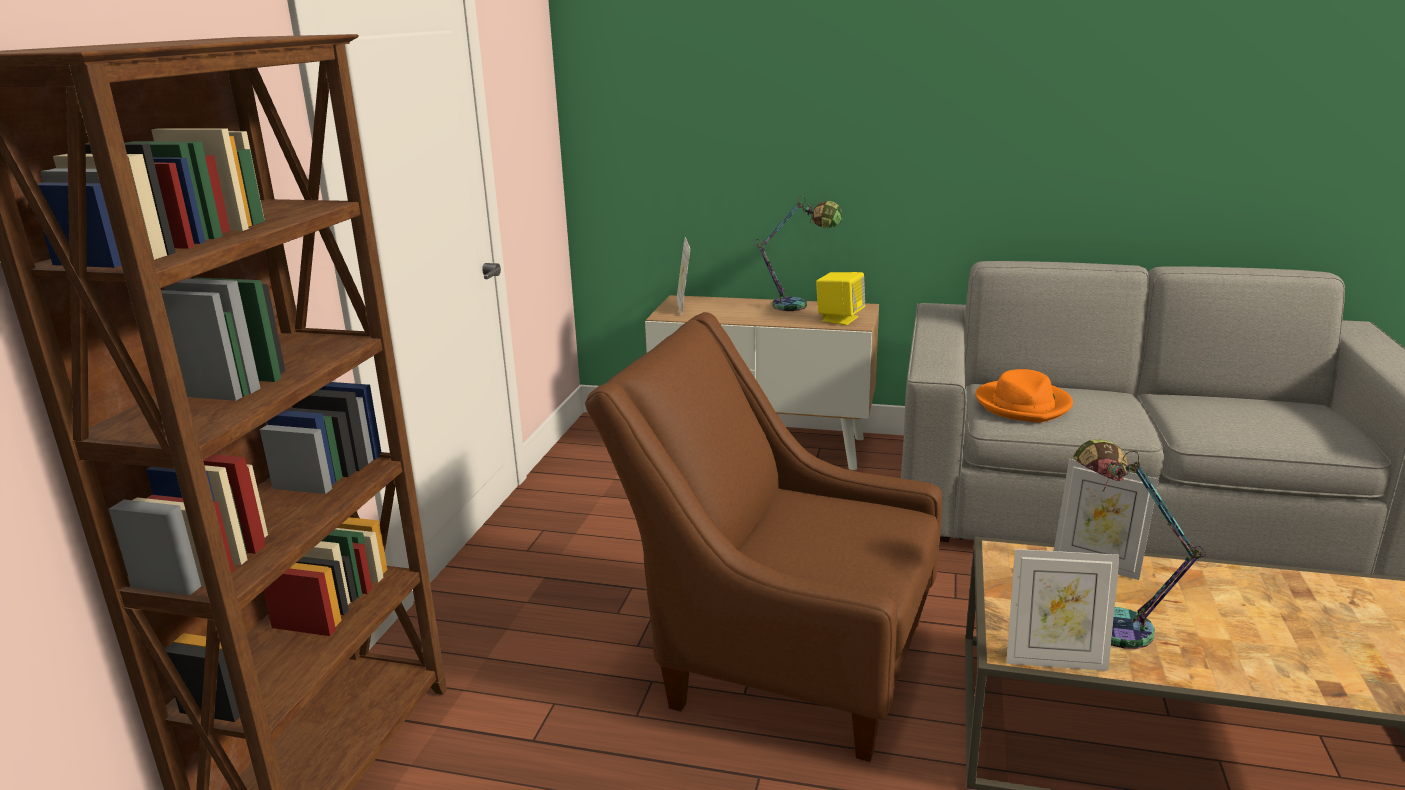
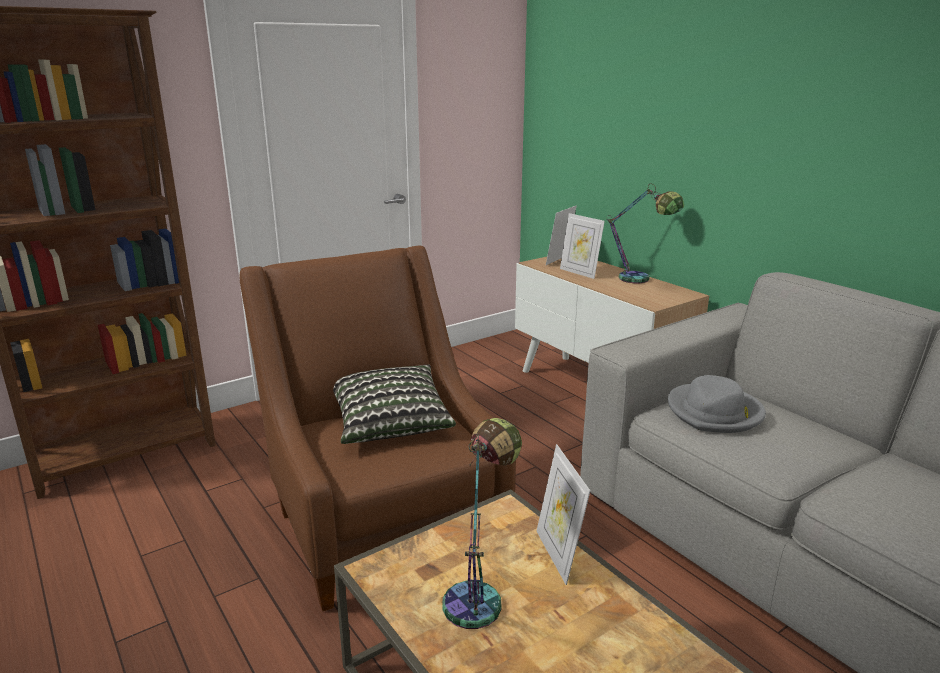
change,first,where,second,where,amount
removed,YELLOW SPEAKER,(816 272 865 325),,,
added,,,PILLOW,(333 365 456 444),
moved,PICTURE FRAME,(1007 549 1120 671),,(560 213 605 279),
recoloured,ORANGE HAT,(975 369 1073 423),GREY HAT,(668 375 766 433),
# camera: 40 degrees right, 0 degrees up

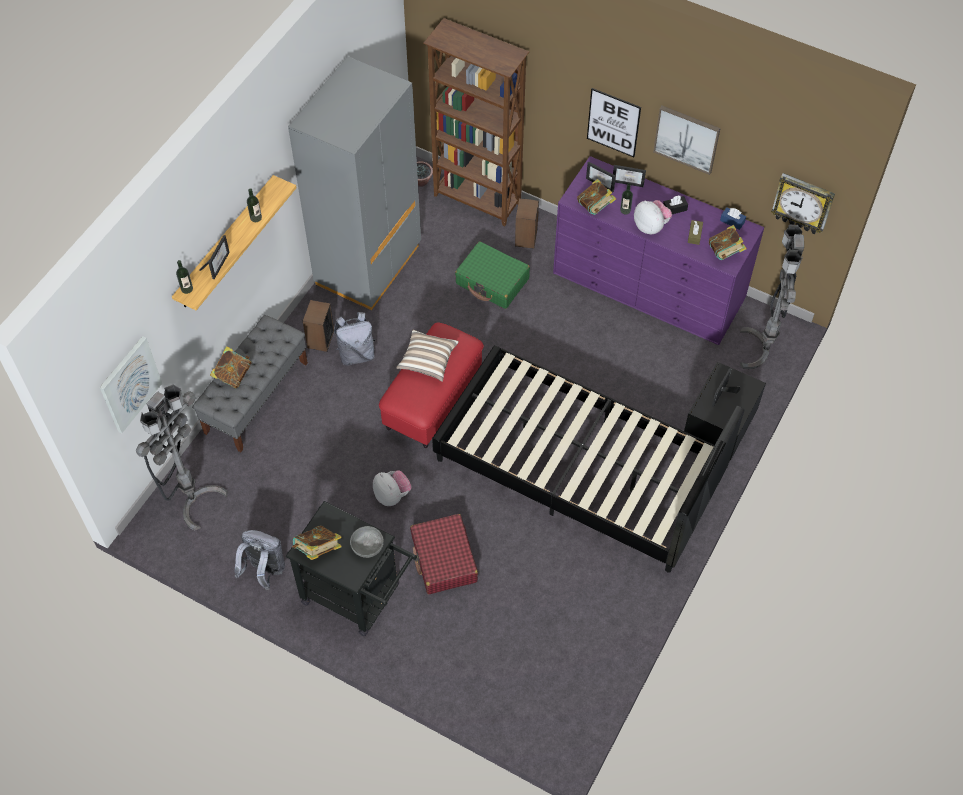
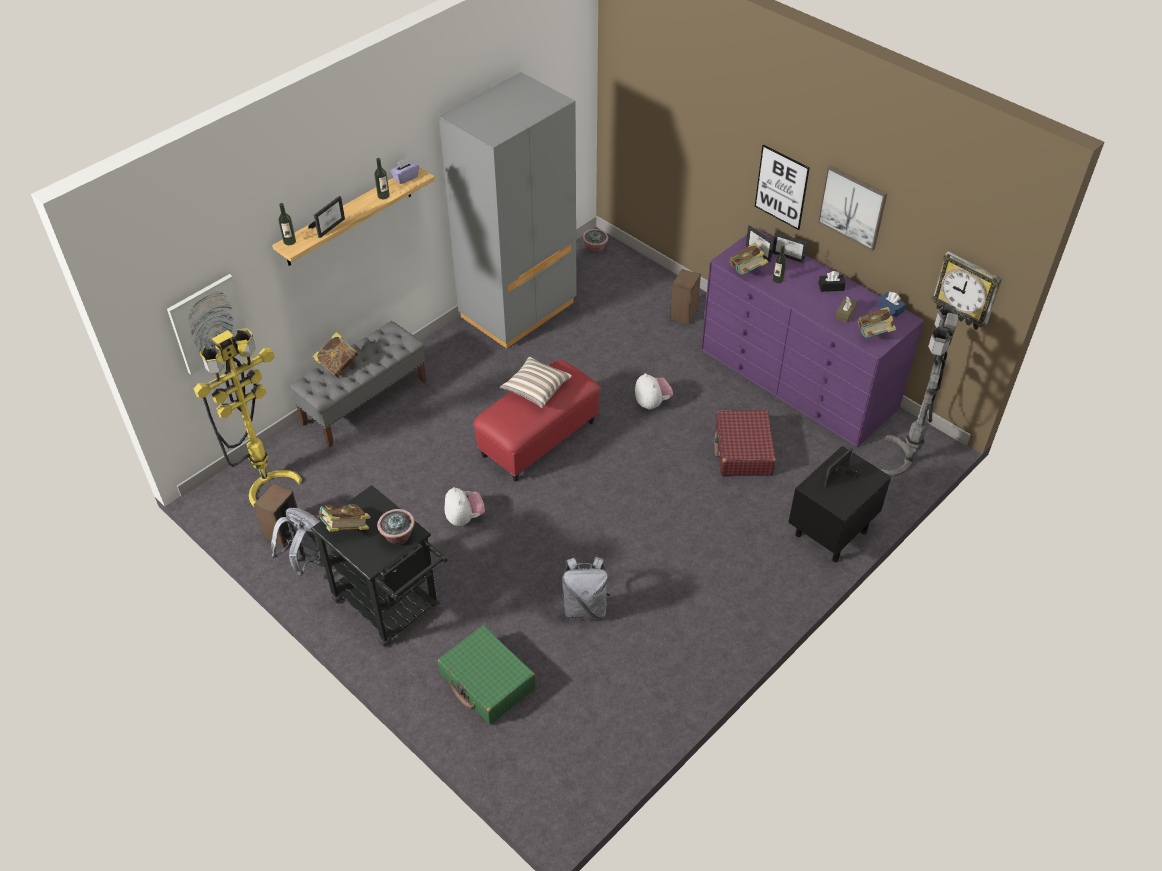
change,first,where,second,where,amount
removed,BROWN BOOKCASE,(423 18 529 226),,,
removed,BLACK BED,(432 345 744 573),,,
added,,,PURPLE TISSUE BOX,(390 158 419 184),
moved,SPEAKER,(303 300 334 352),,(254 483 297 547),
moved,GREY BACKPACK,(334 312 375 366),,(560 557 611 619),
moved,RED SUITCASE,(410 514 478 594),,(714 410 776 476),
moved,GREEN SUITCASE,(455 241 530 309),,(438 625 536 724),
moved,PLUSH TOY,(634 200 672 234),,(635 373 673 410),
replaced,GREY BOWL,(350 526 384 558),POTTED PLANT,(377 509 415 545),
recoloured,GREY FLOOR LAMP,(136 384 228 530),YELLOW FLOOR LAMP,(194 328 302 507),
# camera: 15 degrees right, 10 degrees down

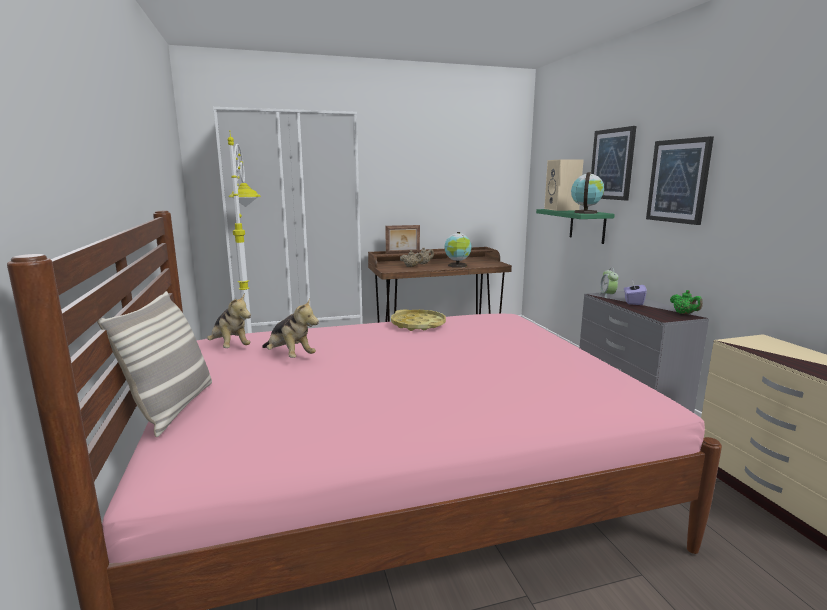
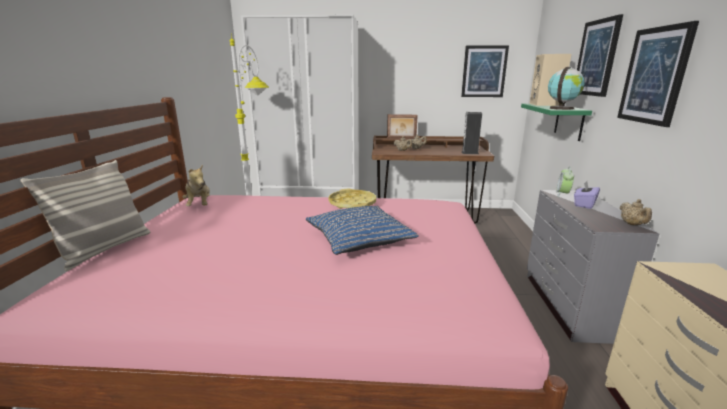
change,first,where,second,where,amount
removed,PLUSH TOY,(262 298 319 358),,,
removed,GLOBE,(444 232 472 268),,,
added,,,BLUE PILLOW,(306 206 419 255),
added,,,PICTURE,(461 45 509 97),
added,,,SPEAKER,(461 112 482 154),
recoloured,GREEN TEAPOT,(670 290 703 314),BEIGE TEAPOT,(620 199 652 226),
# camera: 20 degrees right, 5 degrees up

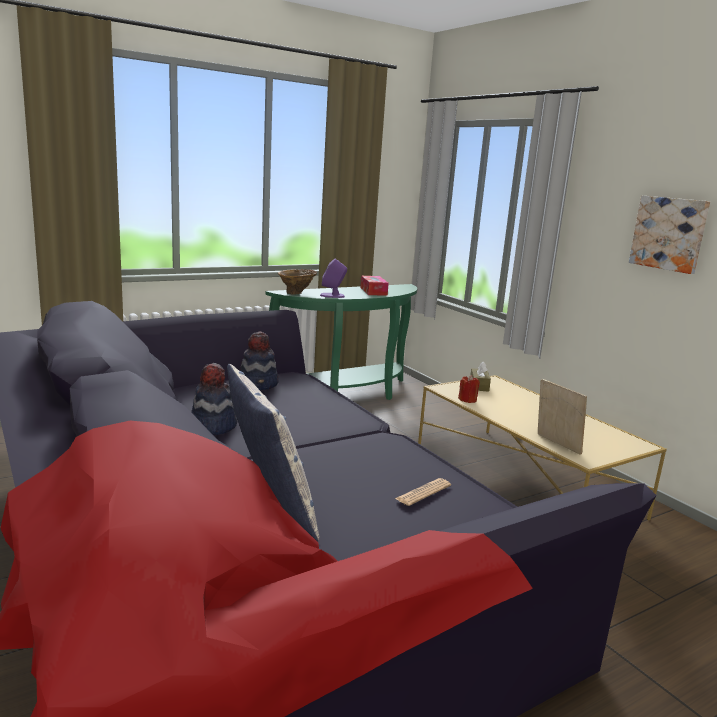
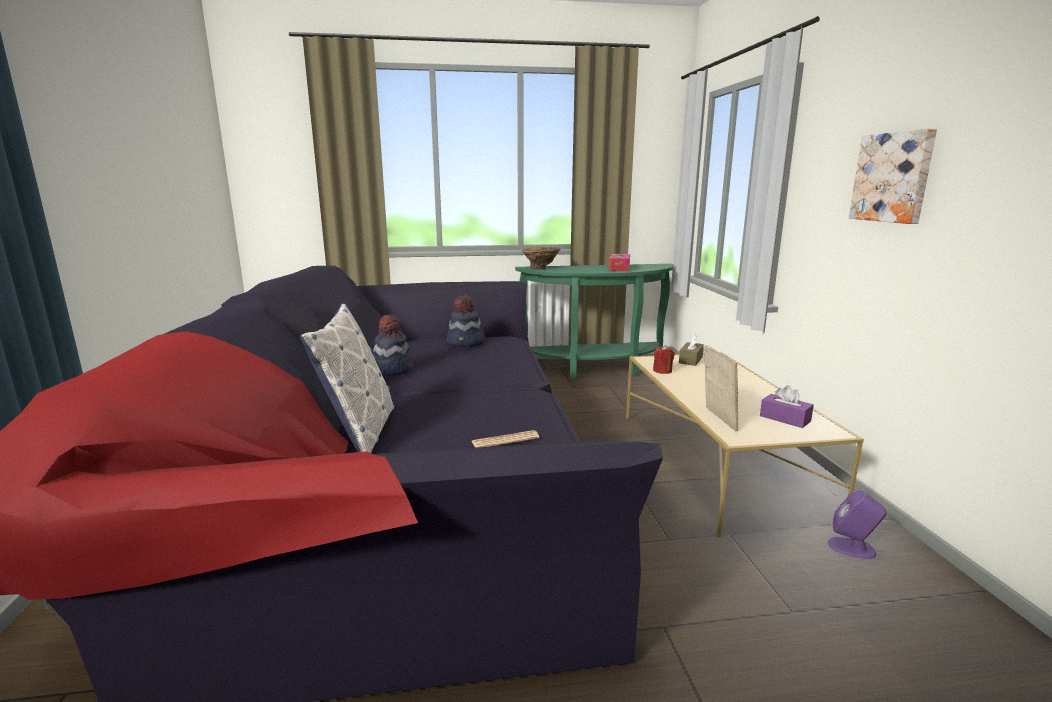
change,first,where,second,where,amount
added,,,PURPLE TISSUE BOX,(760 385 814 428),
moved,PURPLE SPEAKER,(320 259 347 298),,(828 490 887 559),
# camera: 25 degrees right, 0 degrees up

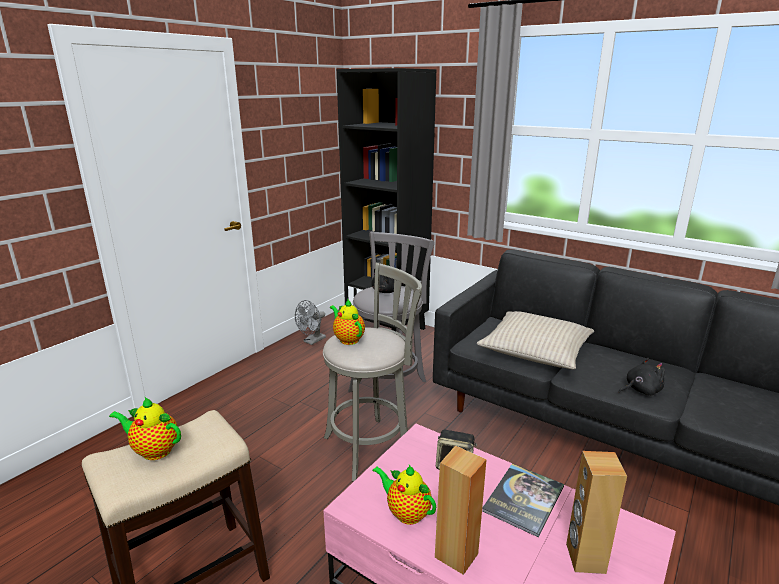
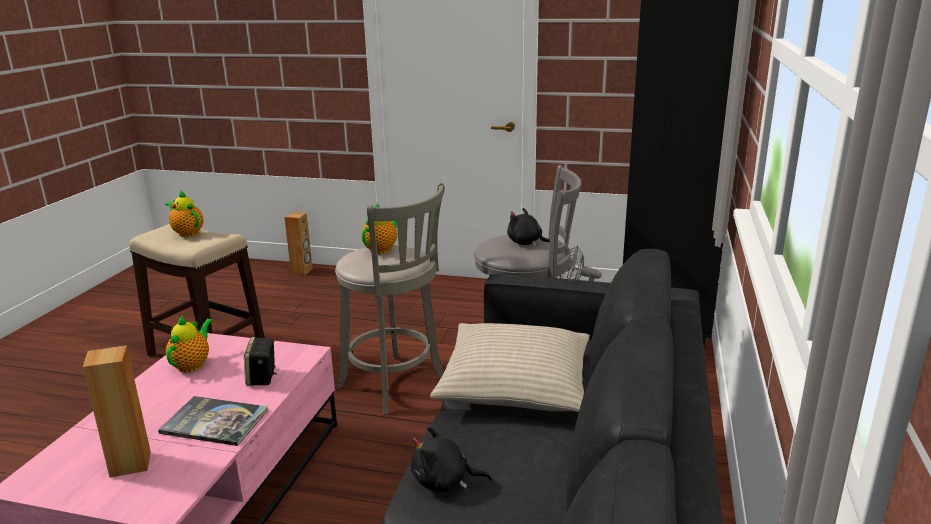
change,first,where,second,where,amount
moved,BROWN SPEAKER,(435 445 487 575),,(284 212 313 275),
turned,TEAPOT,(109 397 181 460),,(165 191 204 237),45 degrees counterclockwise
turned,BLACK PLUSH TOY,(618 358 665 396),,(411 426 492 492),135 degrees clockwise
# camera: 70 degrees right, 0 degrees up

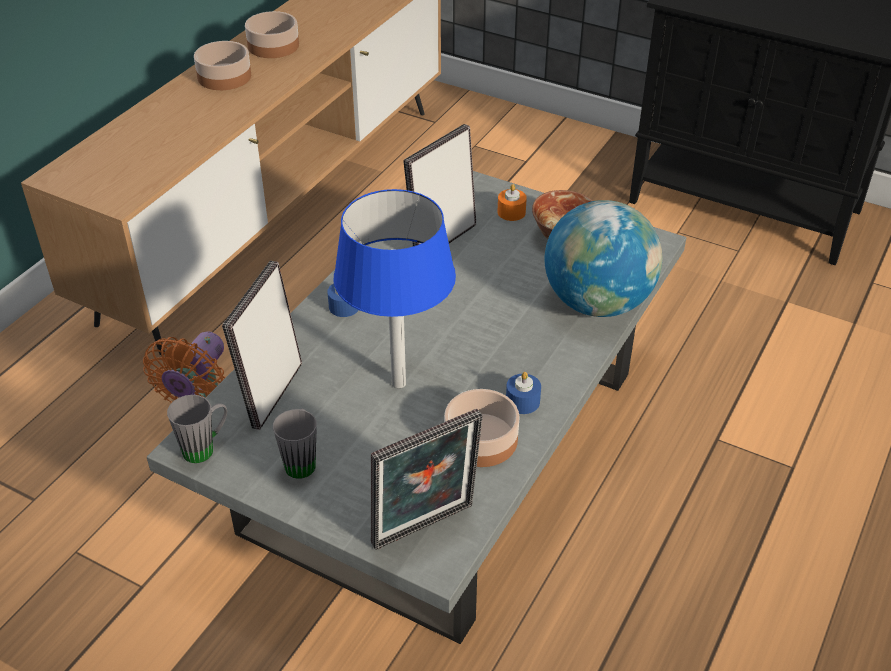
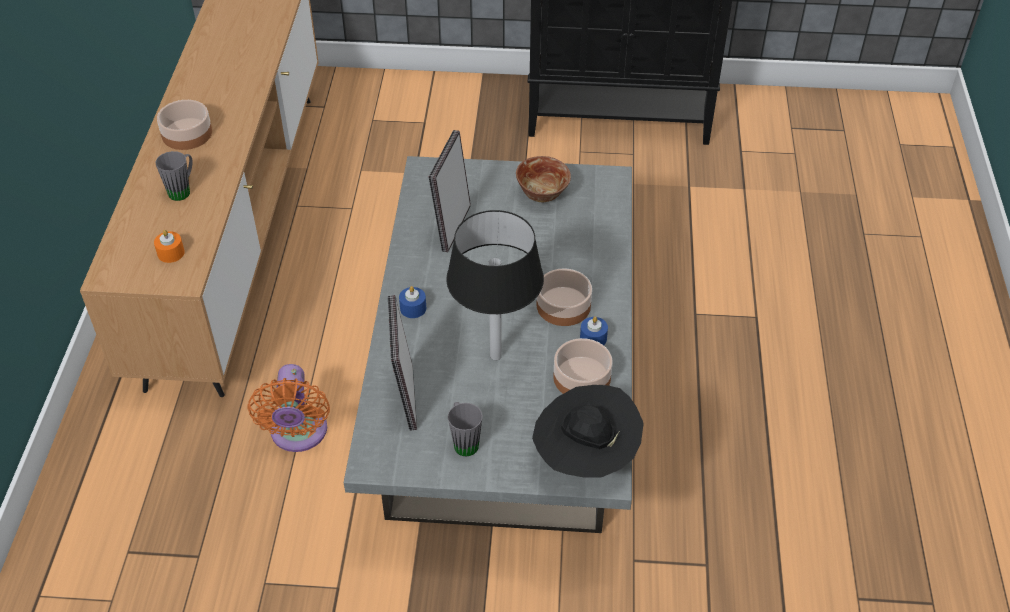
change,first,where,second,where,amount
removed,GLOBE,(545 200 662 317),,,
moved,GREY MUG,(167 395 227 463),,(155 151 193 201),
moved,BOWL,(245 11 299 58),,(537 268 592 326),
moved,ORANGE CANDLE,(497 184 527 221),,(154 230 185 263),
replaced,PICTURE FRAME,(371 409 483 550),BLACK HAT,(532 385 644 477),
recoloured,BLUE TABLE LAMP,(334 189 456 388),BLACK TABLE LAMP,(446 210 544 361),
# camera: 25 degrees left, 5 degrees up

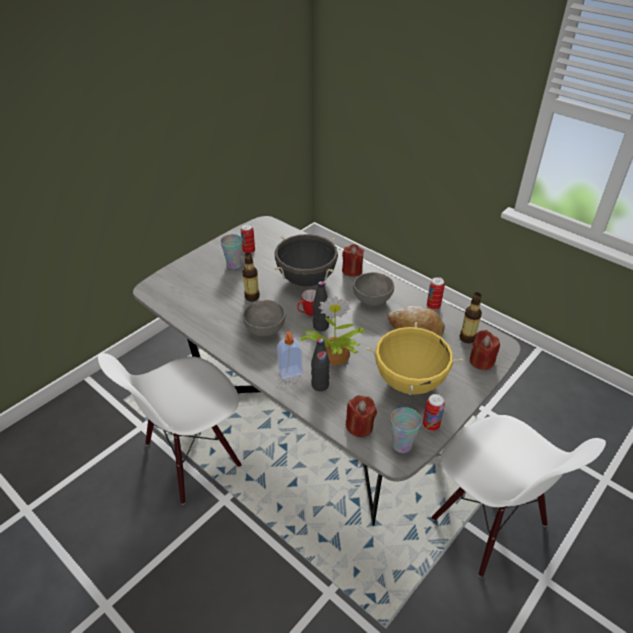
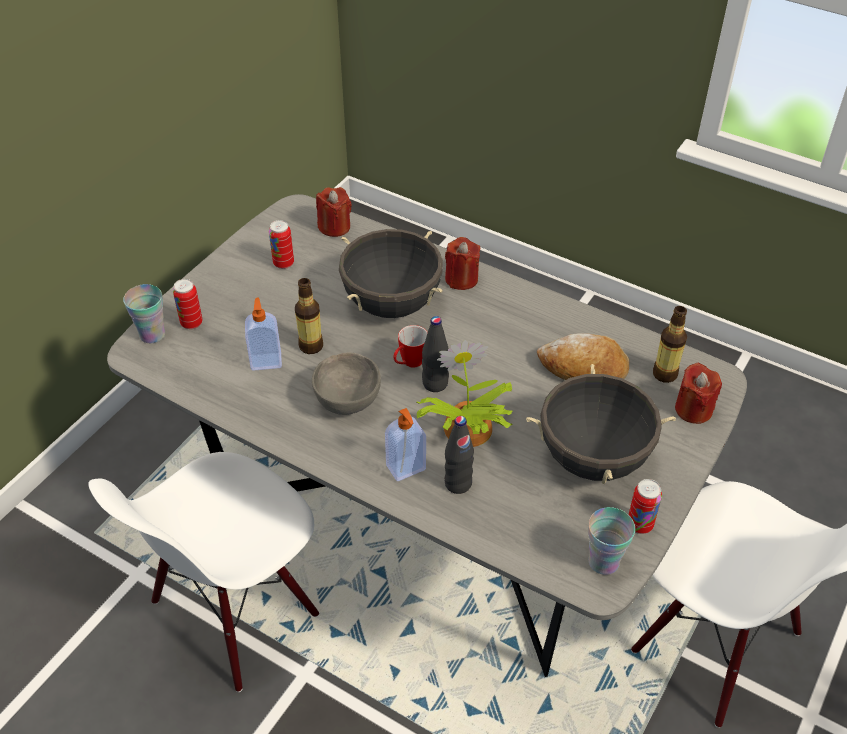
change,first,where,second,where,amount
removed,GREY BOWL,(353 272 394 306),,,
added,,,SOAP DISPENSER,(245 297 282 371),
moved,CUP,(220 234 242 269),,(123 284 165 343),
moved,RED CANDLE,(345 395 377 437),,(316 187 352 237),
moved,CAN,(427 277 445 310),,(173 279 203 329),
recoloured,YELLOW COOKING POT,(366 322 463 396),BLACK COOKING POT,(526 364 676 484),
# camera: 10 degrees left, 5 degrees up

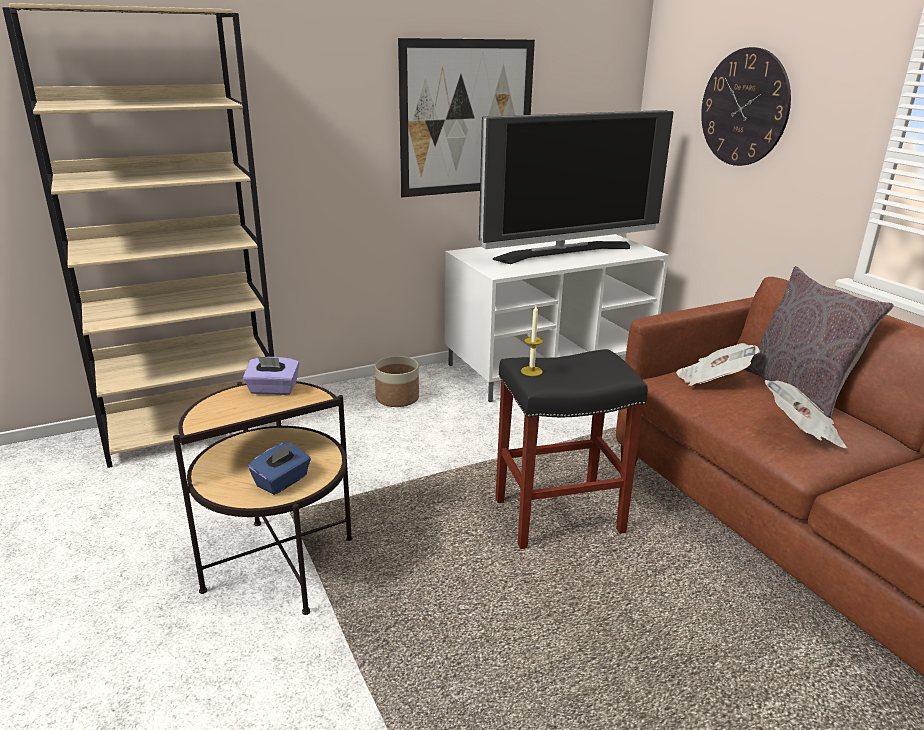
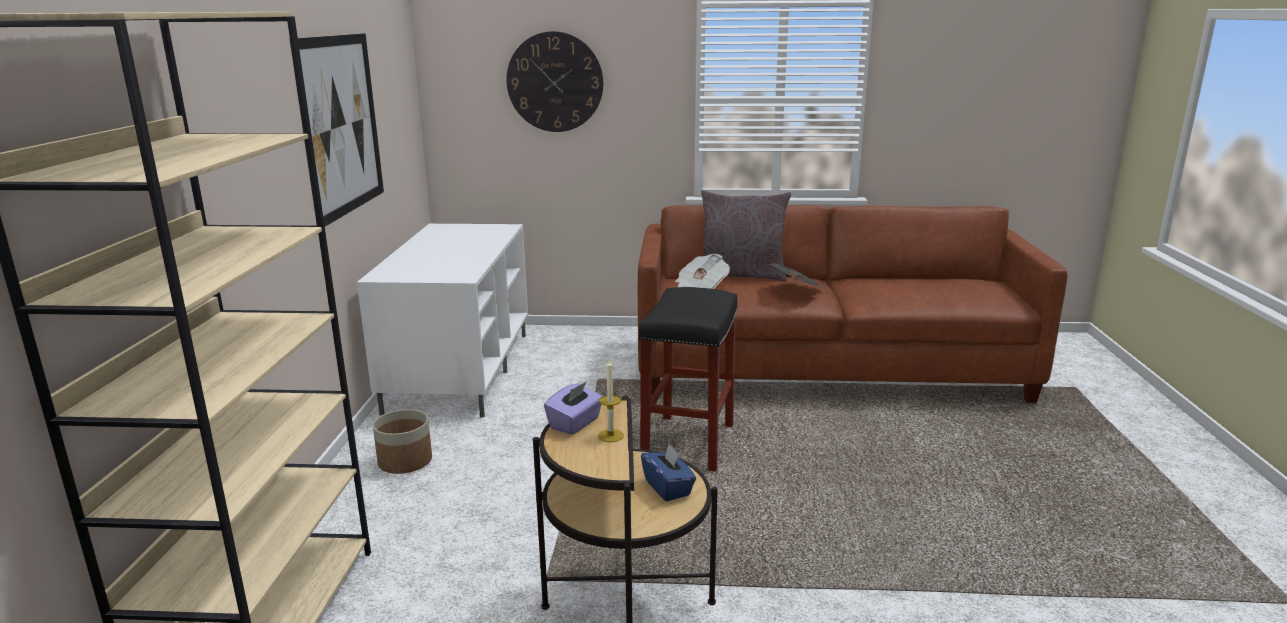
change,first,where,second,where,amount
removed,TELEVISION,(479 110 674 264),,,
moved,CANDLE,(521 305 543 376),,(598 360 624 442),
# camera: 60 degrees left, 5 degrees down

